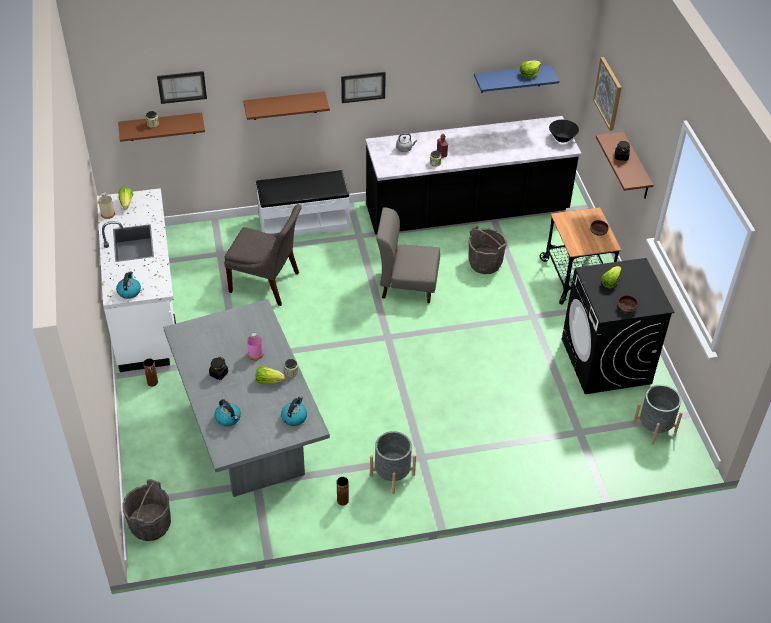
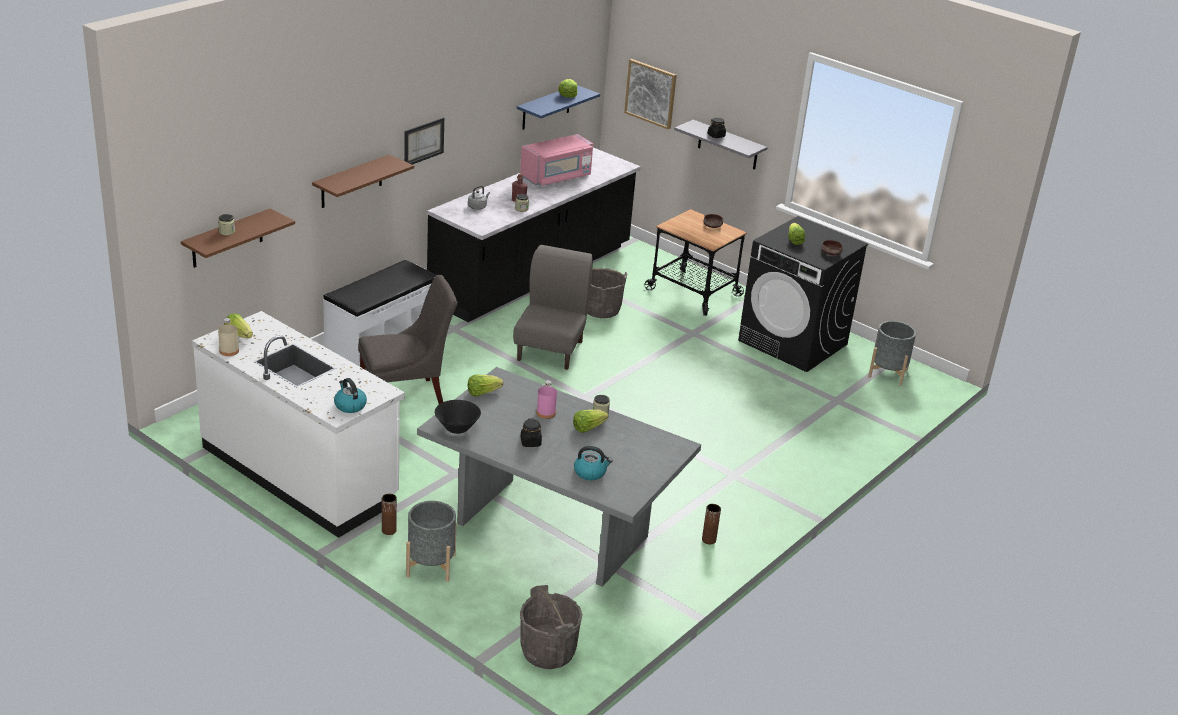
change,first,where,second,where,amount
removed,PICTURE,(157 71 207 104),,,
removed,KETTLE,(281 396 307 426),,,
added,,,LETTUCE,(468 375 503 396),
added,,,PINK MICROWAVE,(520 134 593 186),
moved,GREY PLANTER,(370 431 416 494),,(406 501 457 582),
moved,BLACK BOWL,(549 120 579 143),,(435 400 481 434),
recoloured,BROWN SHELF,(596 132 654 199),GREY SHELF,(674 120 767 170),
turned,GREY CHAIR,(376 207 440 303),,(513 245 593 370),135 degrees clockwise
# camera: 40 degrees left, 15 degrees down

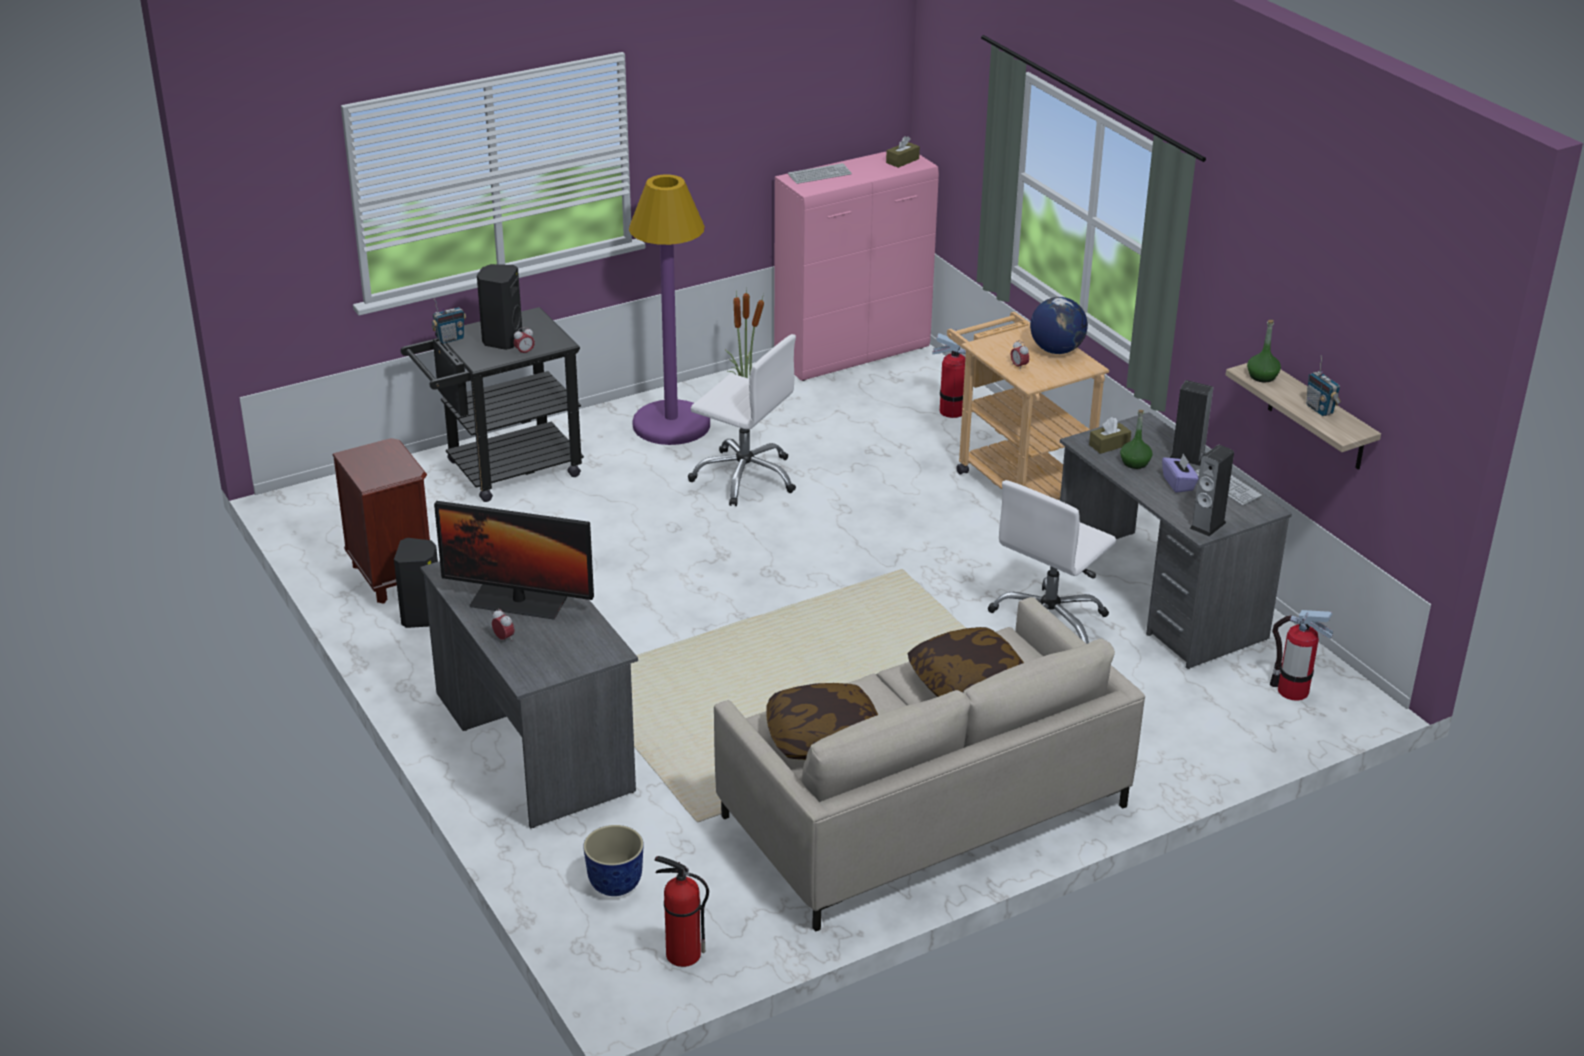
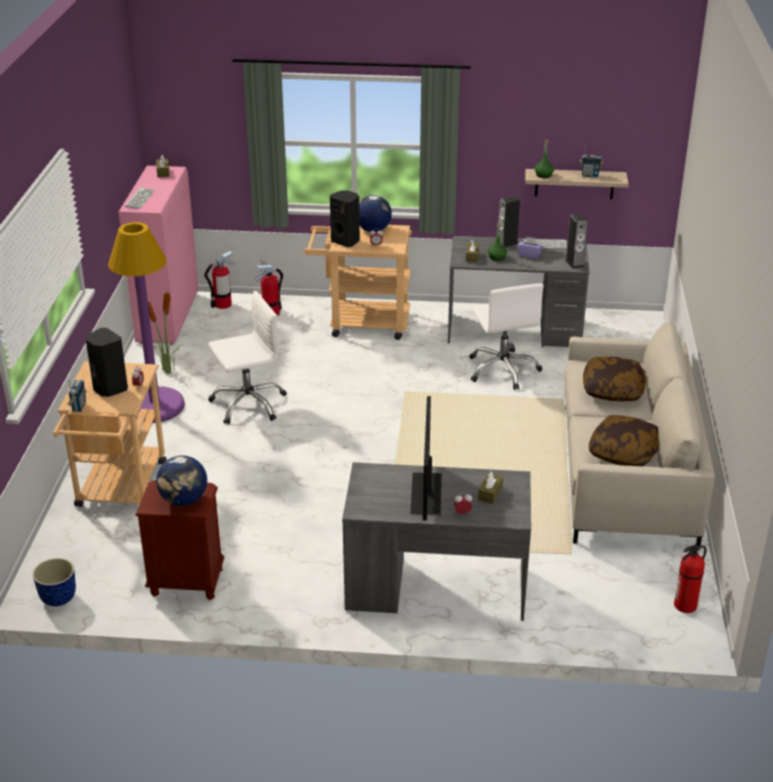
change,first,where,second,where,amount
added,,,GLOBE,(156 456 207 506),
added,,,BROWN TISSUE BOX,(478 471 503 504),
moved,BLACK SPEAKER,(394 538 438 628),,(330 190 360 247),
moved,PLANTER,(583 825 644 896),,(33 558 76 606),
moved,FIRE EXTINGUISHER,(1270 610 1333 701),,(204 251 235 309),
recoloured,BLACK CART,(401 307 584 502),BEIGE CART,(53 361 167 507),
turned,MONITOR,(434 501 594 619),,(410 396 442 521),135 degrees clockwise
# camera: 55 degrees left, 0 degrees up

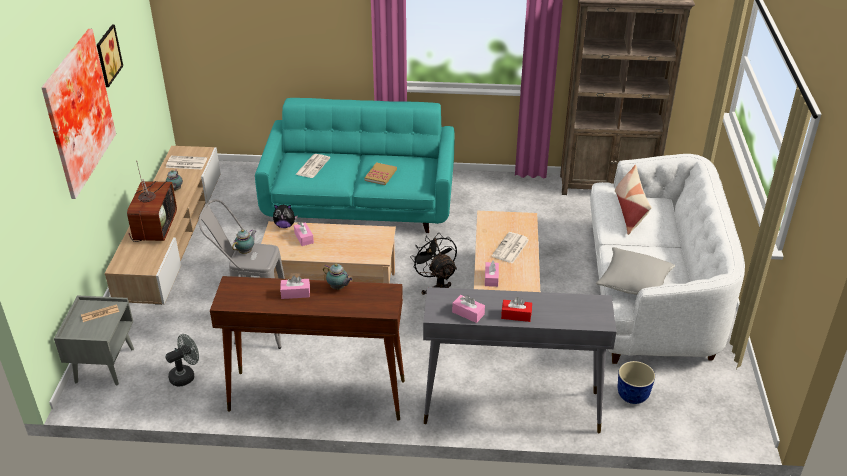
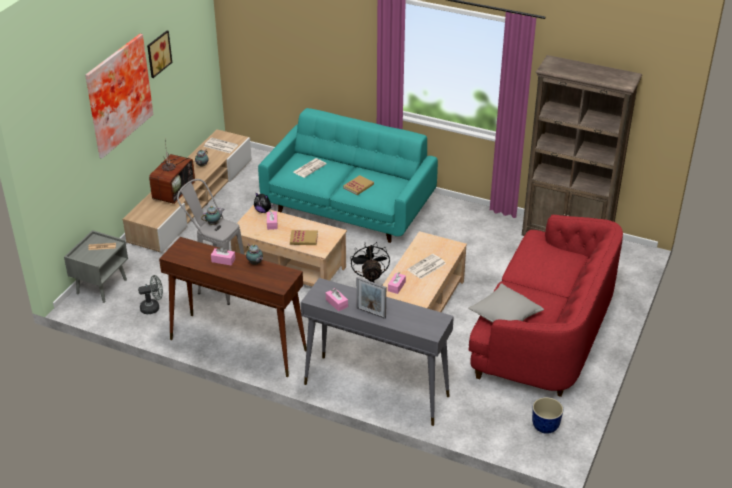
change,first,where,second,where,amount
removed,PILLOW,(615 165 652 235),,,
added,,,BOOK,(290 230 318 245),
moved,PLANTER,(618 361 655 404),,(532 397 563 434),
replaced,RED TISSUE BOX,(501 297 532 322),PICTURE FRAME,(356 277 386 319),
recoloured,WHITE SOFA,(590 154 745 364),RED SOFA,(469 215 623 397),
# camera: 20 degrees right, 0 degrees up

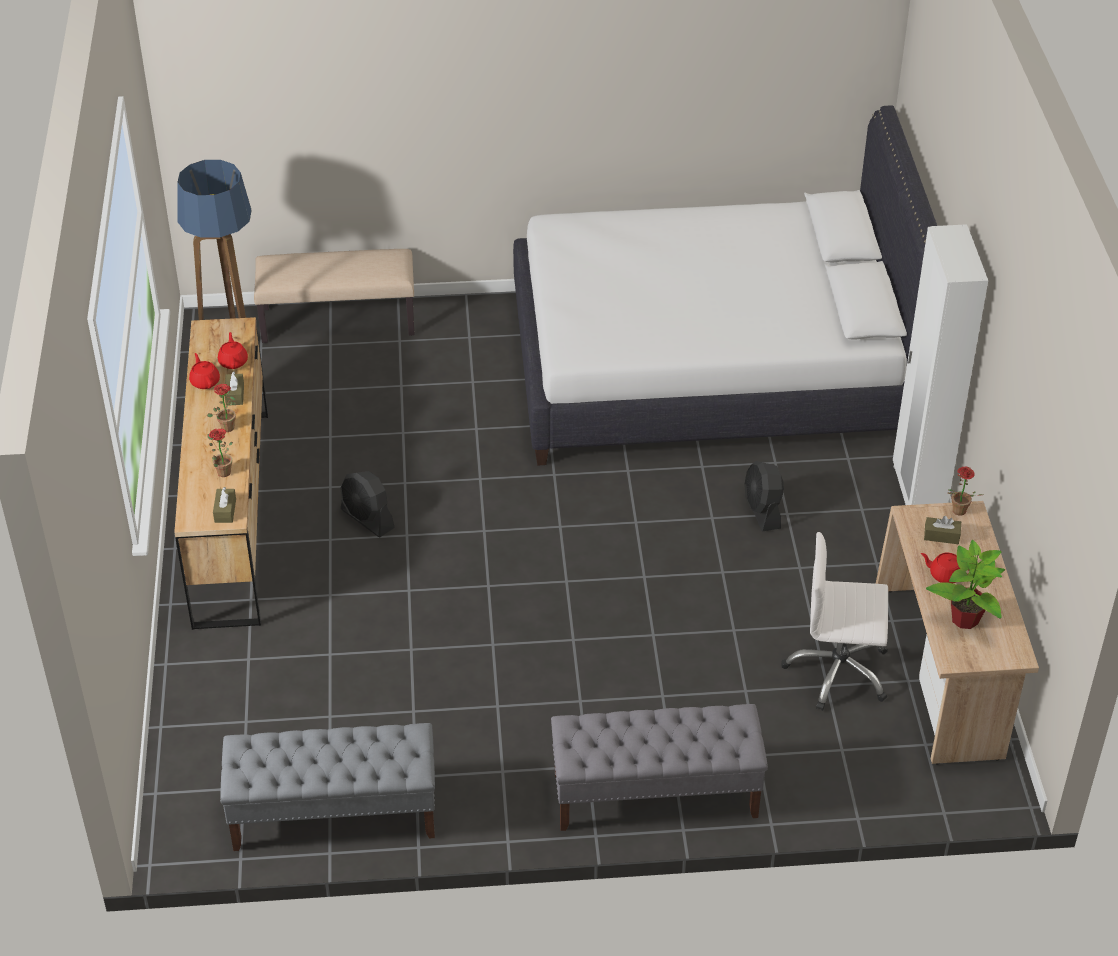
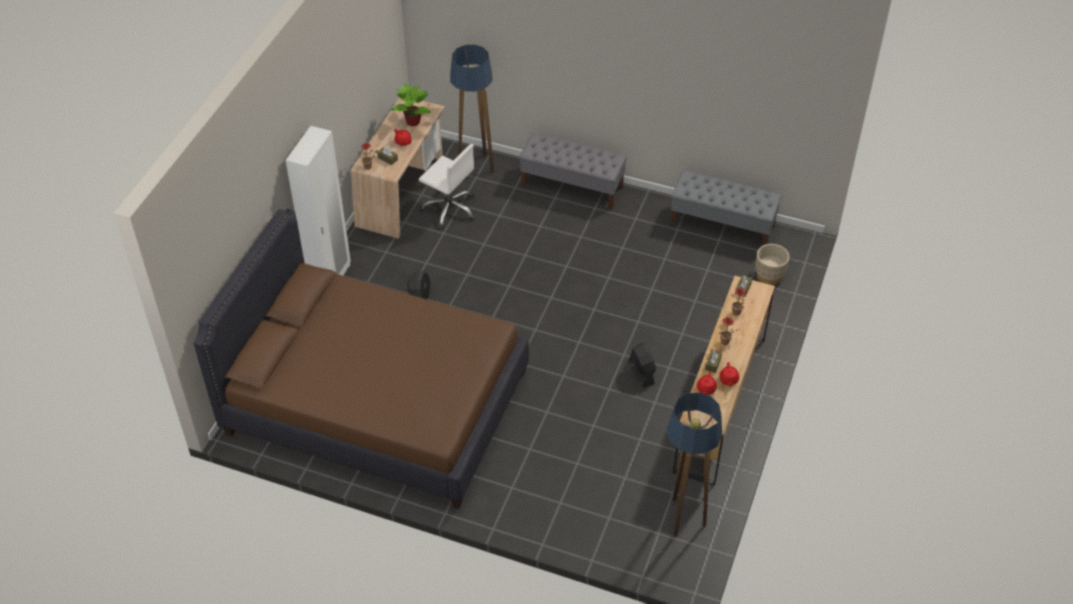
change,first,where,second,where,amount
removed,BEIGE BENCH,(254 249 415 343),,,
added,,,FLOOR LAMP,(450 45 494 173),
added,,,BEIGE PLANTER,(755 244 789 285),
recoloured,WHITE BED,(513 105 937 466),BROWN BED,(193 209 529 509),
# camera: 155 degrees left, 5 degrees up

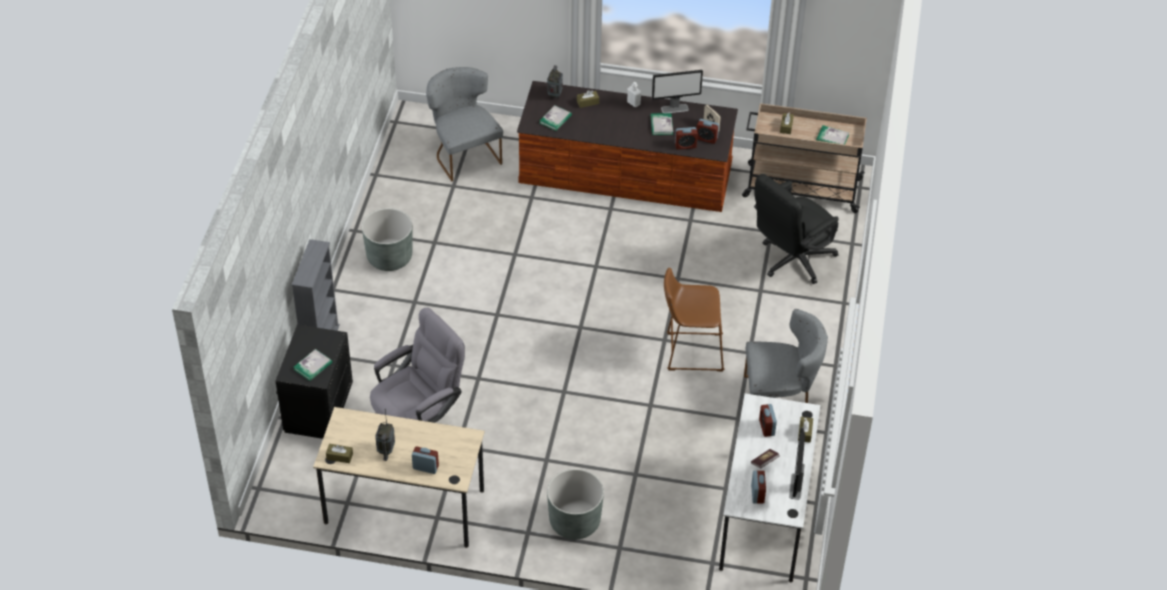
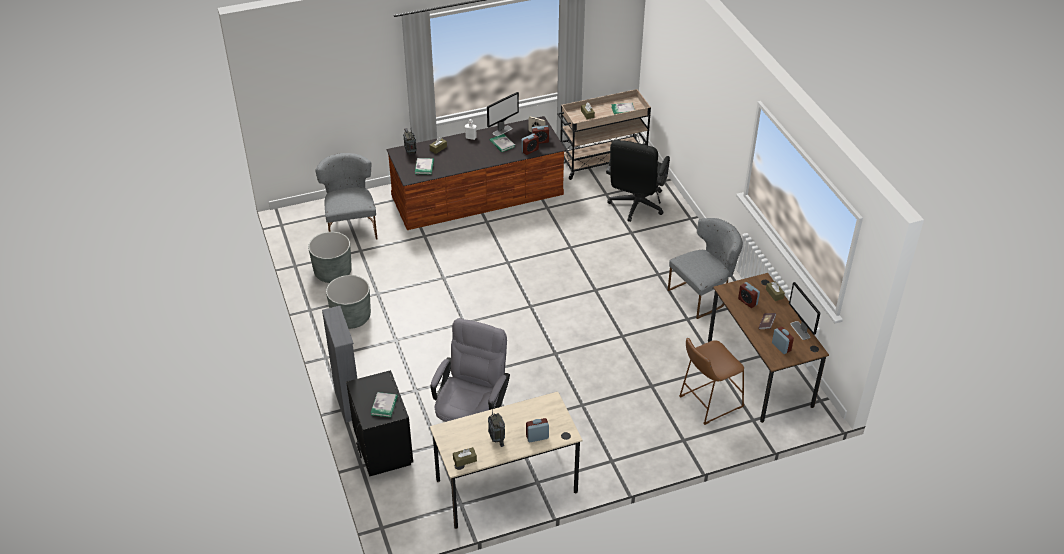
change,first,where,second,where,amount
moved,GREY PLANTER,(547 469 604 539),,(308 232 352 283),
moved,BROWN STOOL,(664 268 725 371),,(679 338 744 425),
recoloured,WHITE DESK,(719 393 820 582),BROWN DESK,(708 273 829 423),
turned,GREY CHAIR,(426 67 503 181),,(315 153 378 239),45 degrees clockwise
# camera: 30 degrees left, 5 degrees down

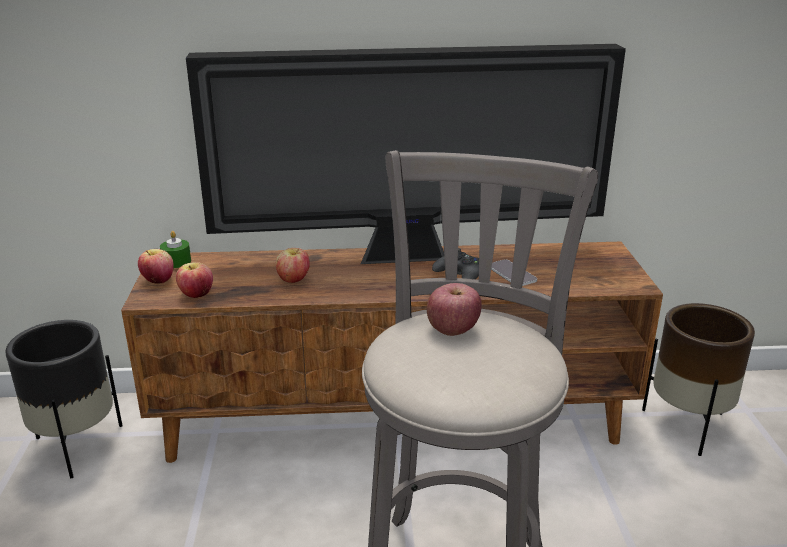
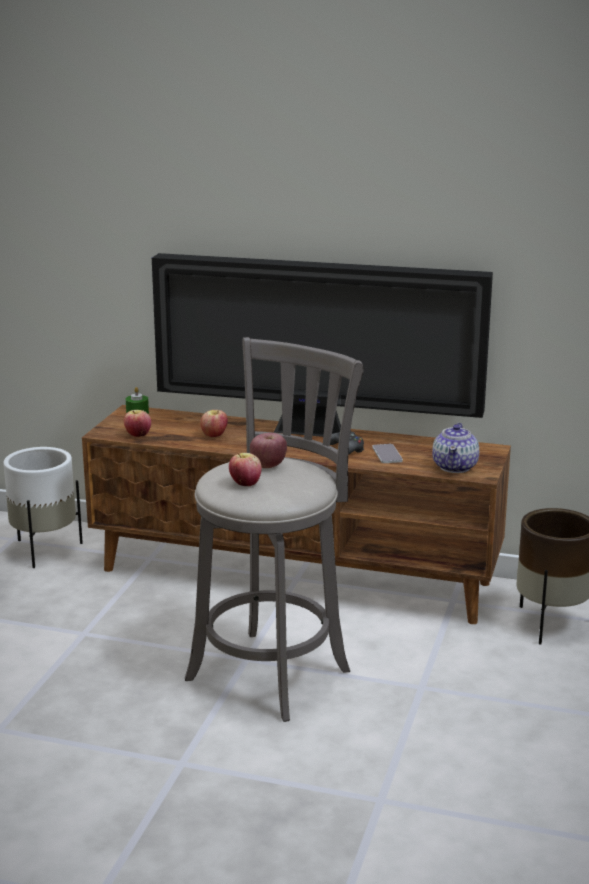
change,first,where,second,where,amount
added,,,TEAPOT,(432 423 479 473),
moved,APPLE,(138 249 174 284),,(229 453 262 486),
recoloured,BLACK PLANTER,(5 320 123 479),WHITE PLANTER,(3 447 83 568),
# camera: 20 degrees right, 5 degrees down

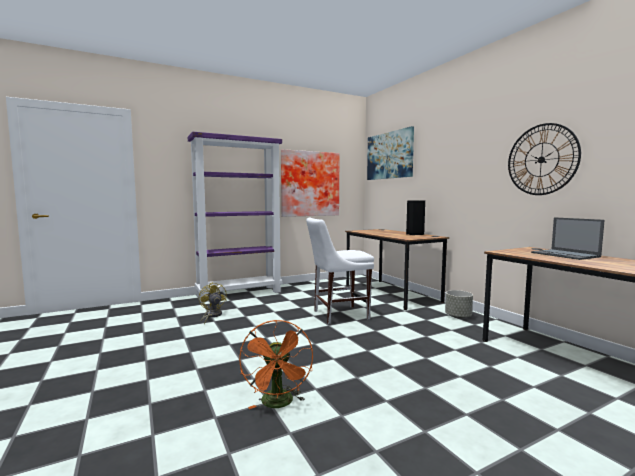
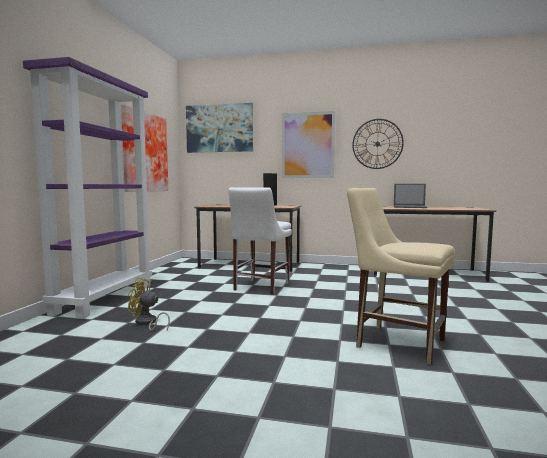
change,first,where,second,where,amount
removed,GREY PLANTER,(445 290 473 319),,,
added,,,PICTURE,(282 111 335 178),
replaced,ORANGE FAN,(239 320 313 409),BEIGE CHAIR,(347 188 455 365),
# camera: 50 degrees left, 0 degrees up

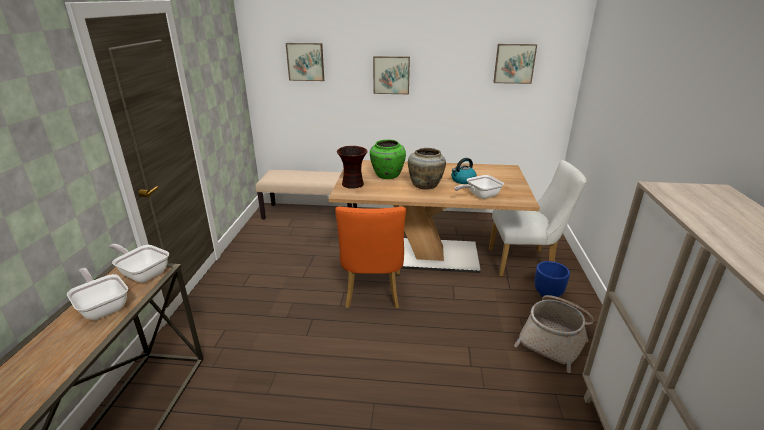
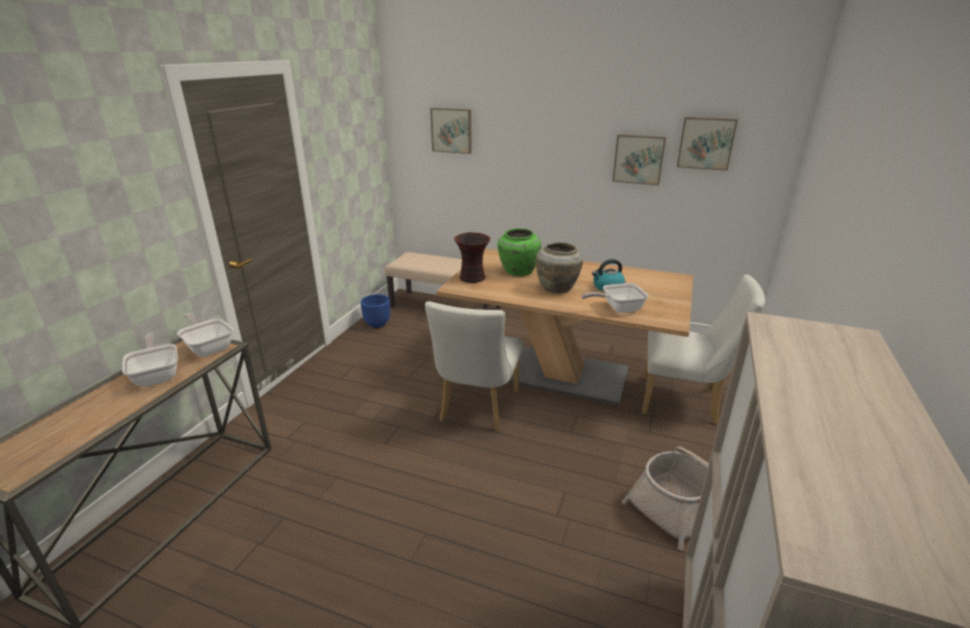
change,first,where,second,where,amount
moved,PICTURE,(373 56 410 94),,(612 134 666 185),
moved,BLUE PLANTER,(534 261 570 297),,(361 294 390 328),
recoloured,ORANGE CHAIR,(335 206 406 309),WHITE CHAIR,(425 301 522 431),
# camera: 15 degrees right, 0 degrees up

